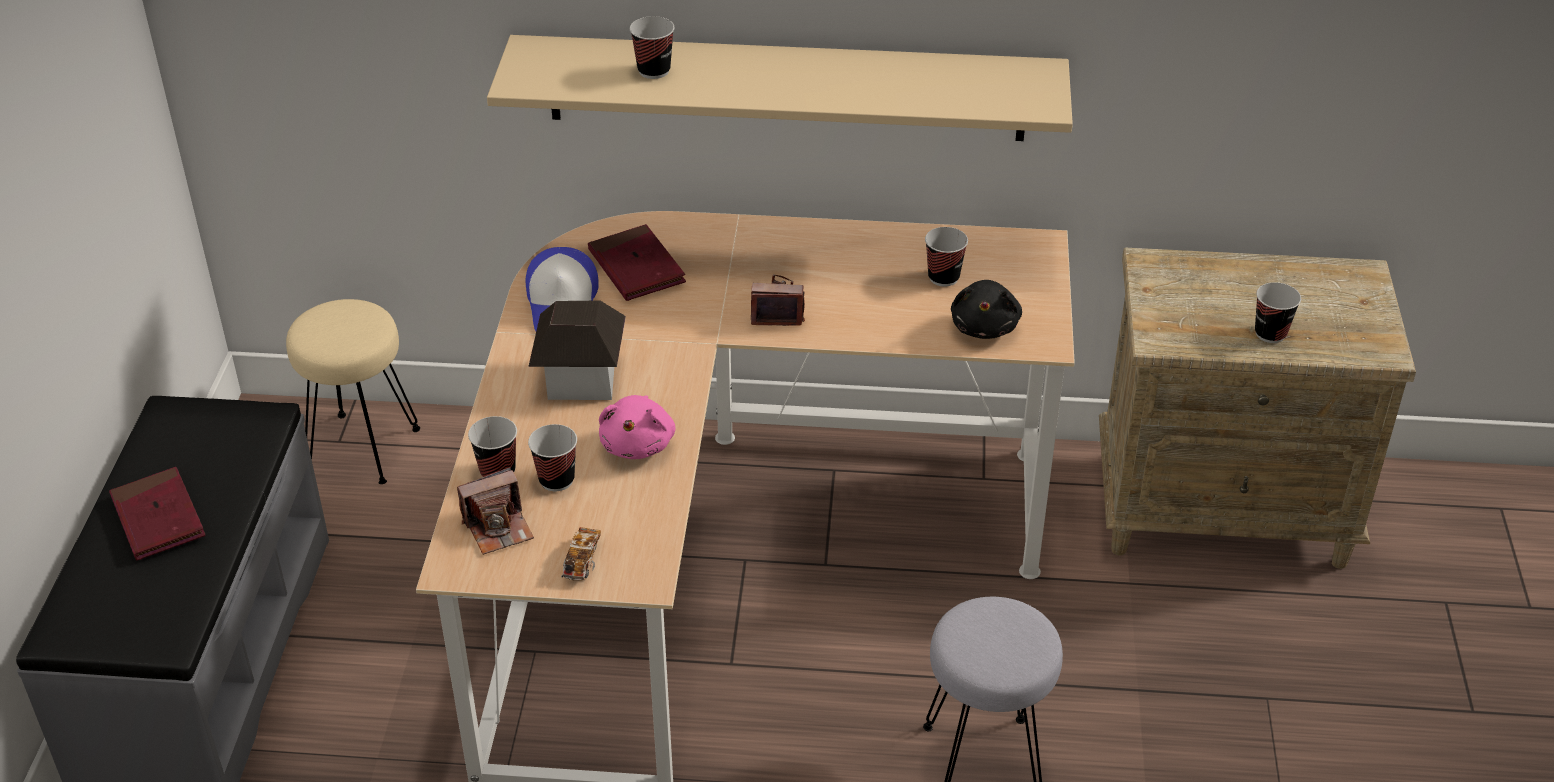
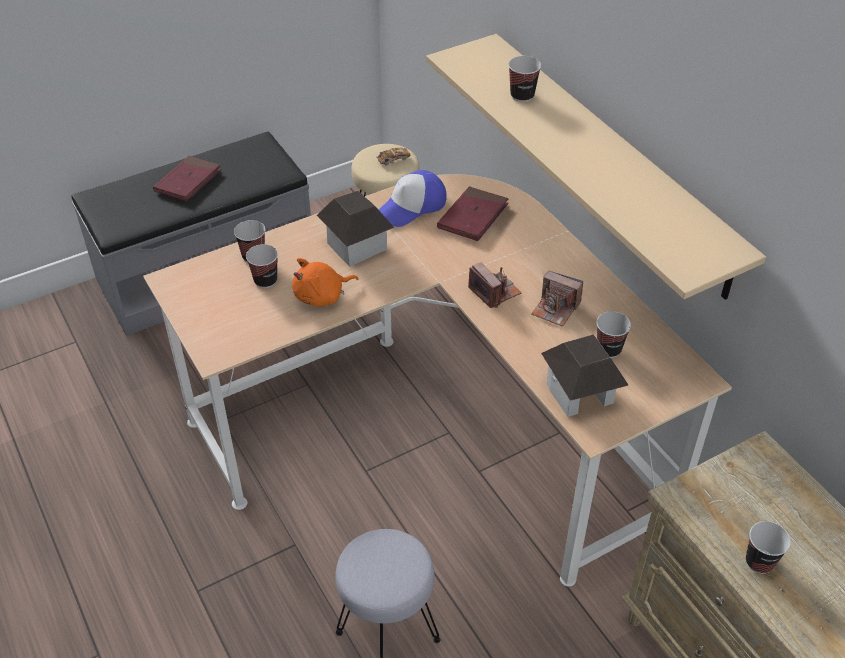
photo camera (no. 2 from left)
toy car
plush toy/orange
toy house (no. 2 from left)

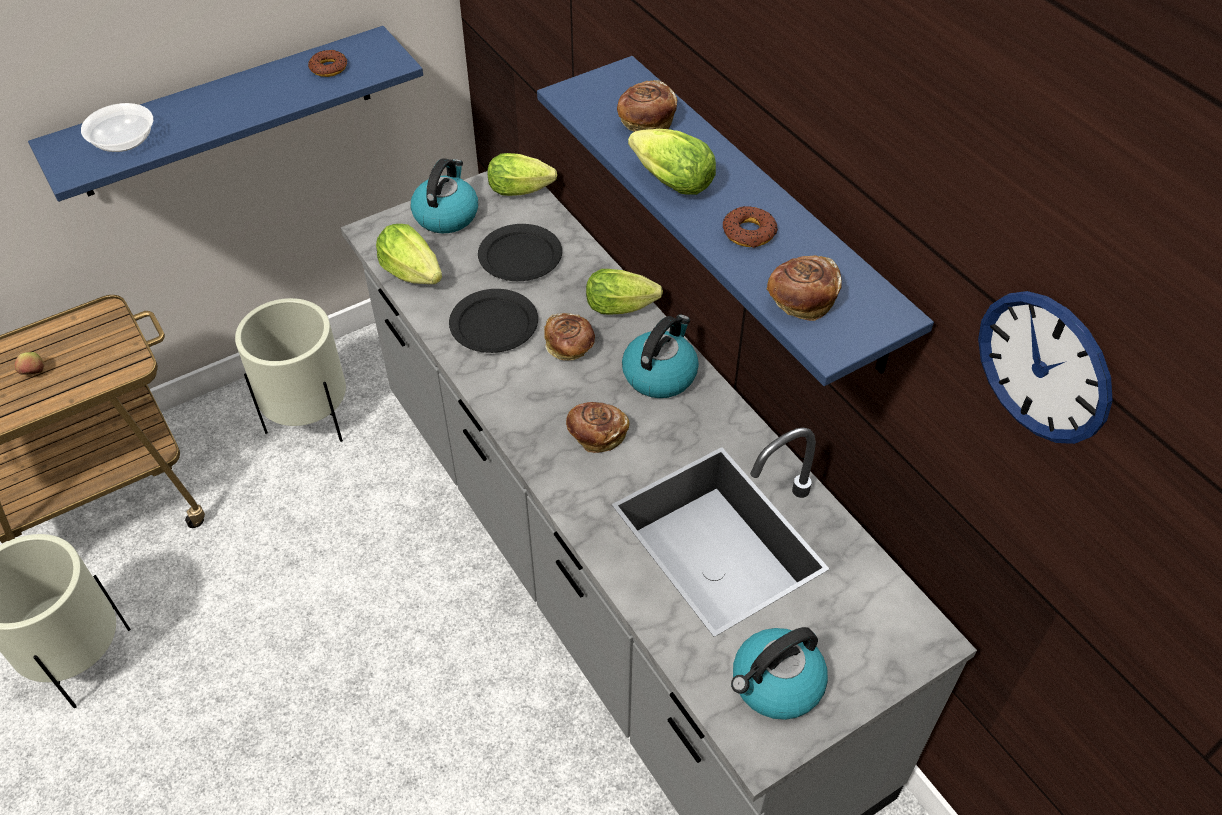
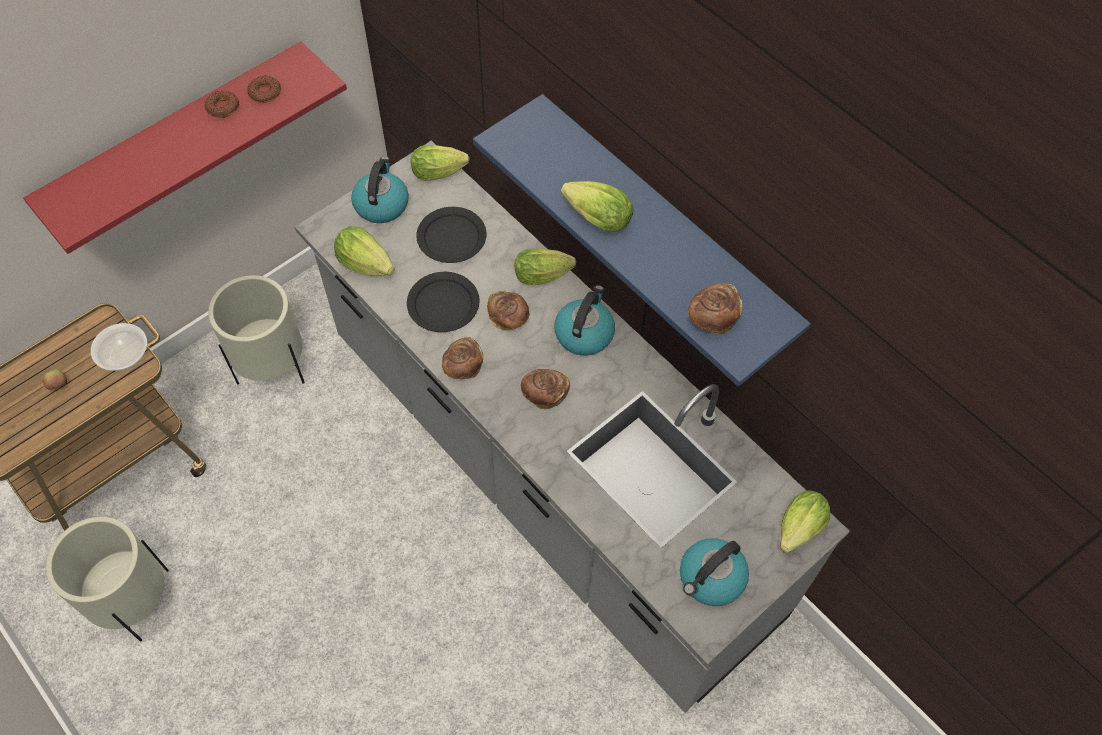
shelf/red
bowl
bread (no. 1 from left)
donut (no. 1 from left)
wall clock
lettuce (no. 5 from left)

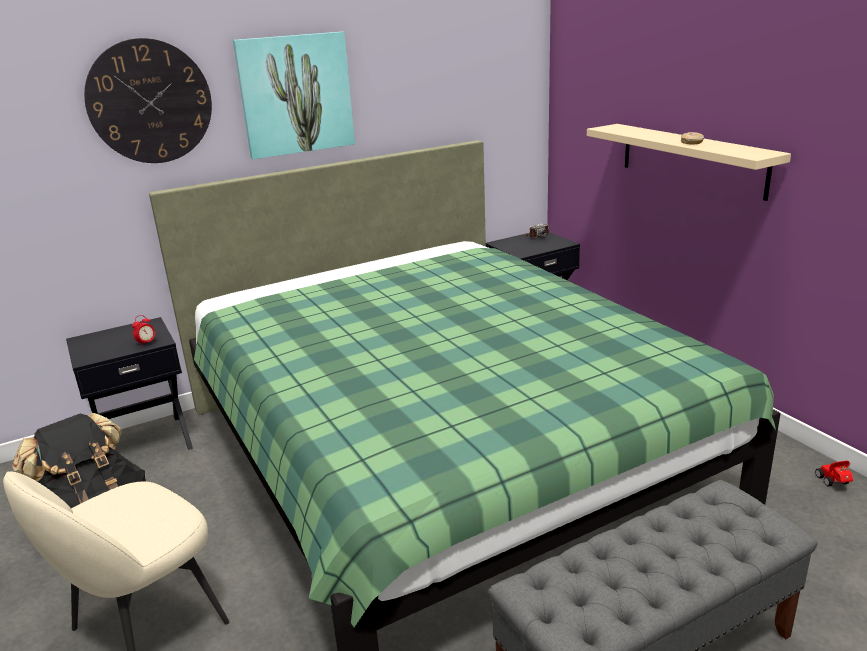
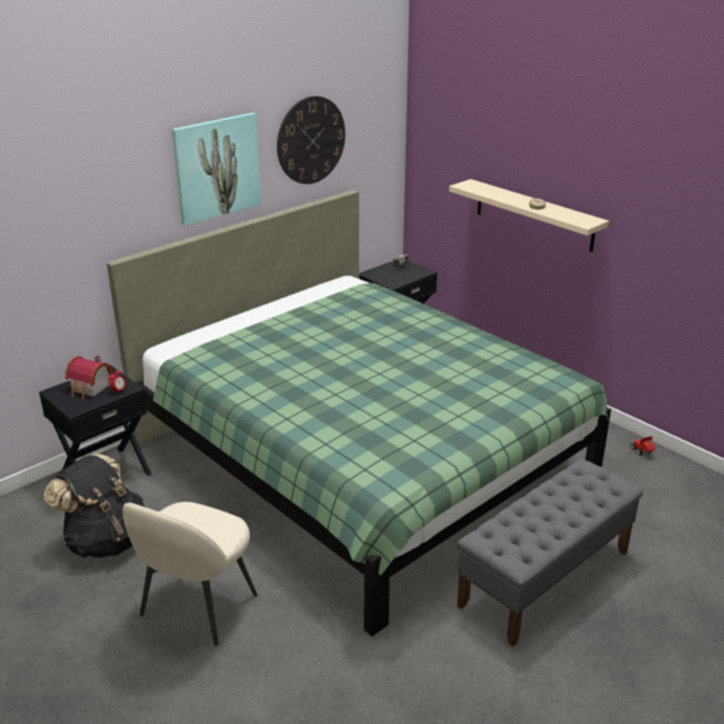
wall clock
toy house

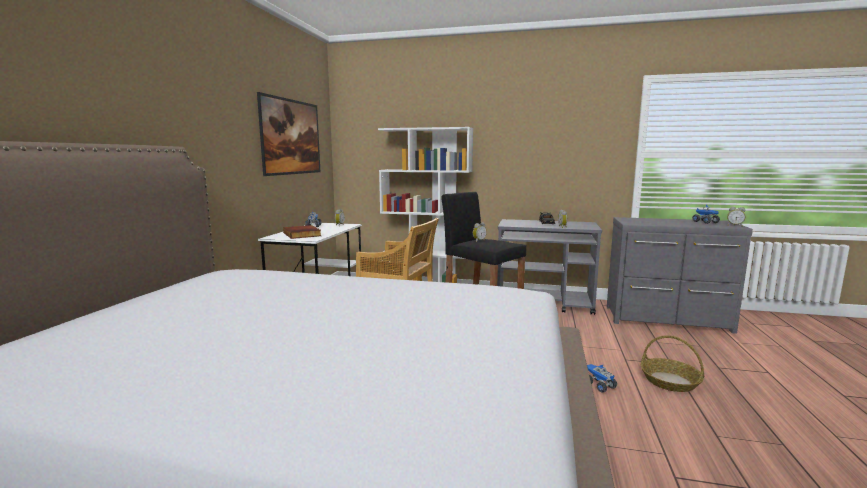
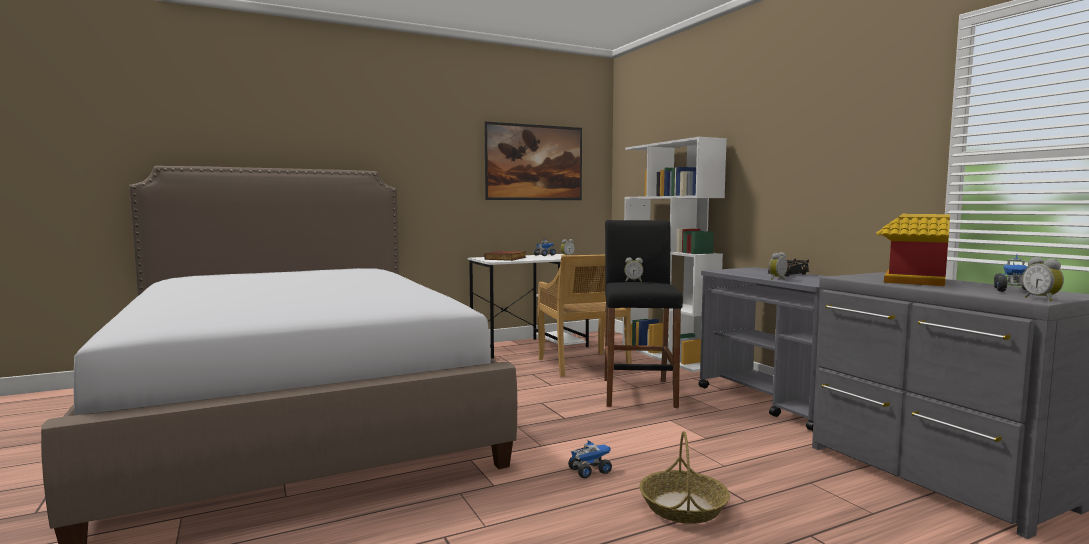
toy truck (no. 2 from left)
toy house

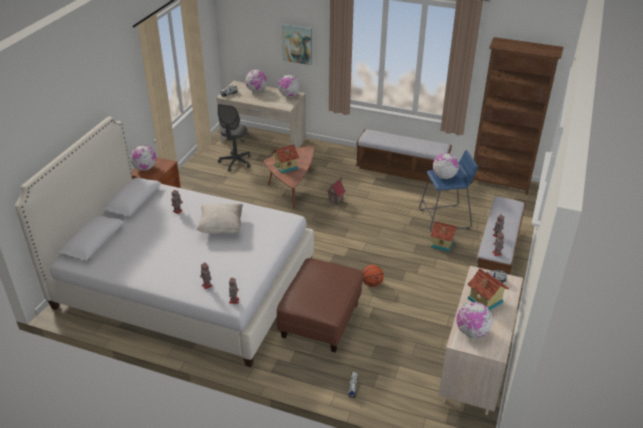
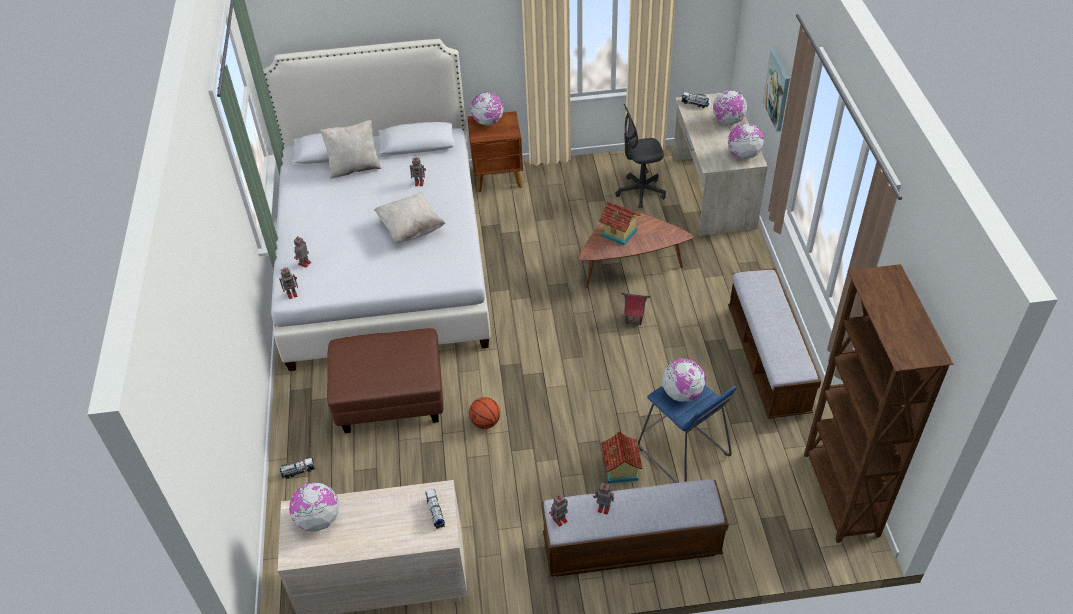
toy house (no. 4 from left in the first image)
pillow/beige (no. 1 from left)

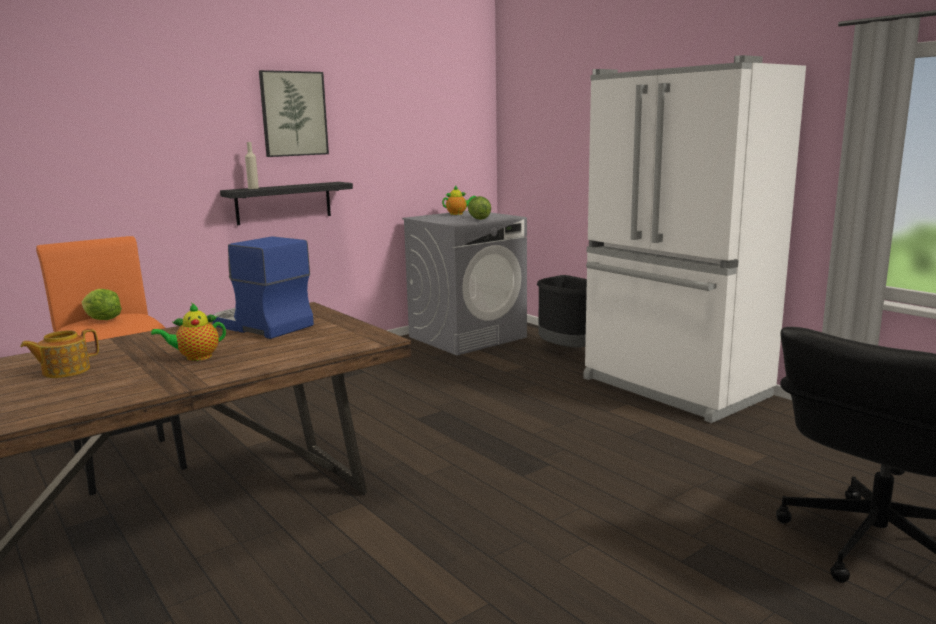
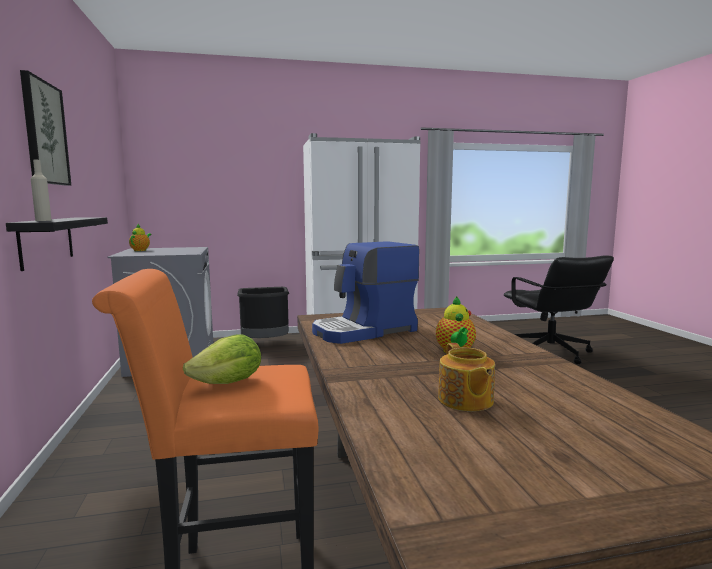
lettuce (no. 2 from left in the first image)

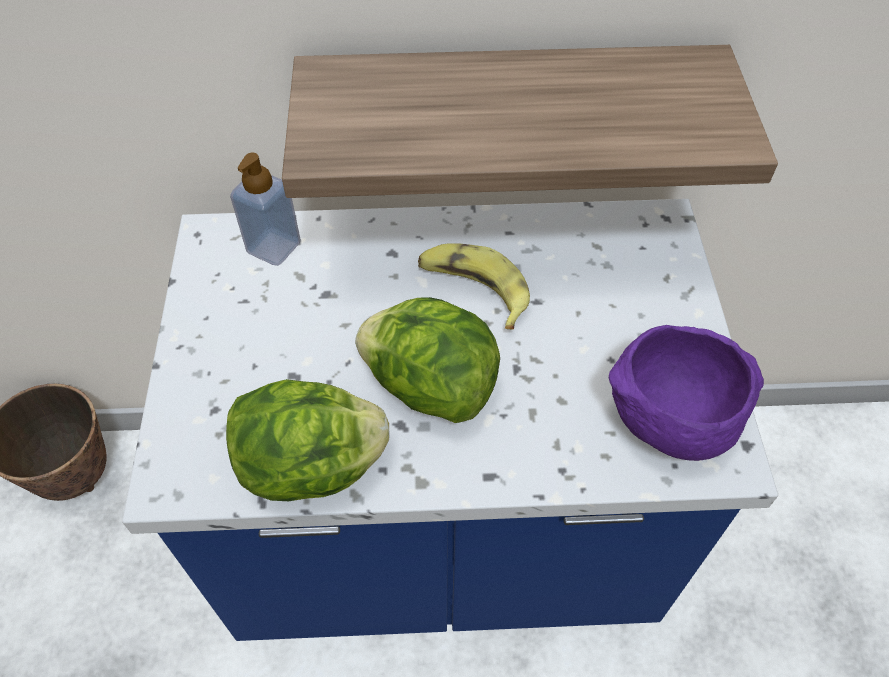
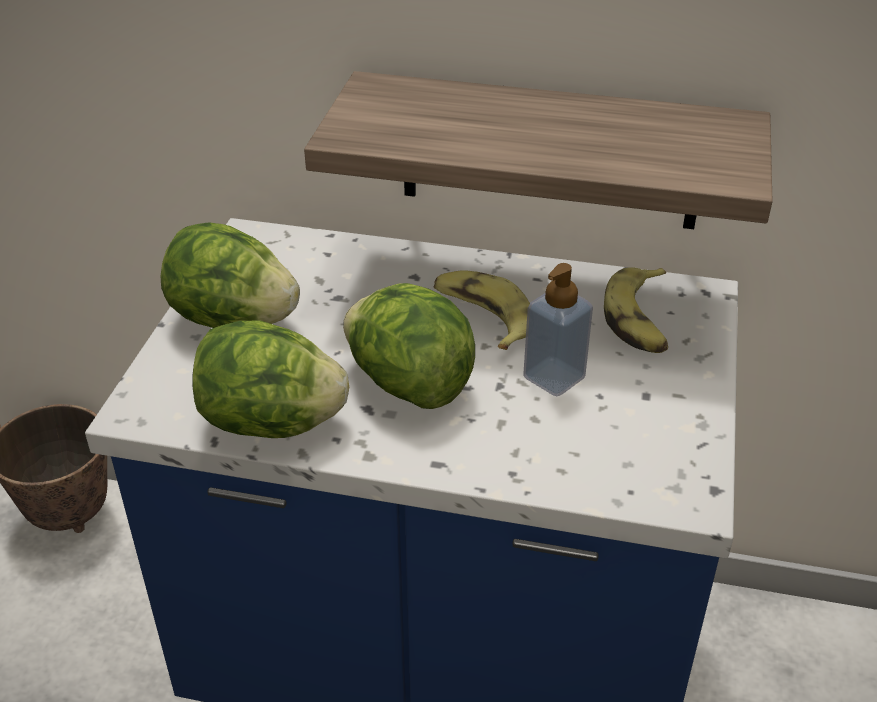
soap dispenser
bowl/purple
lettuce (no. 1 from left)
banana (no. 2 from left)

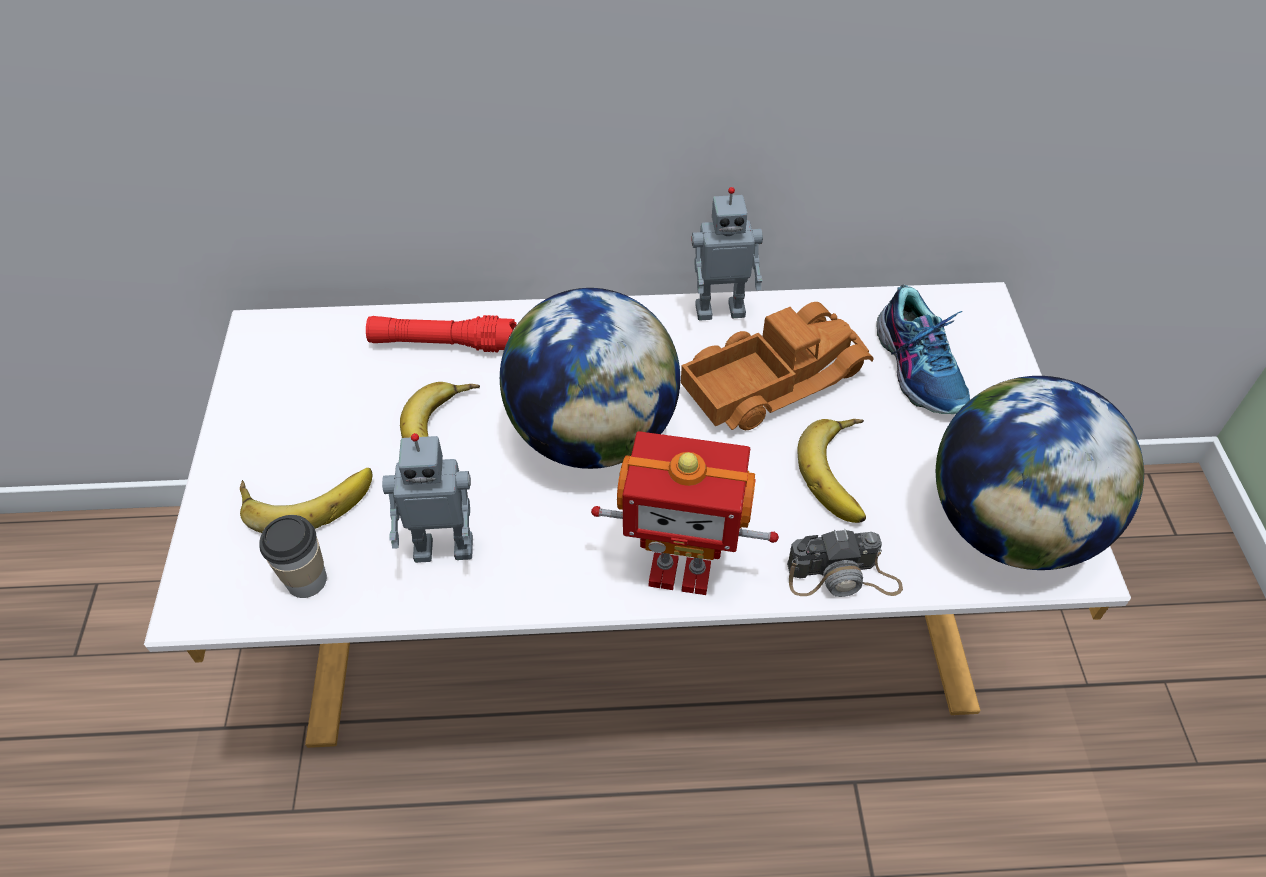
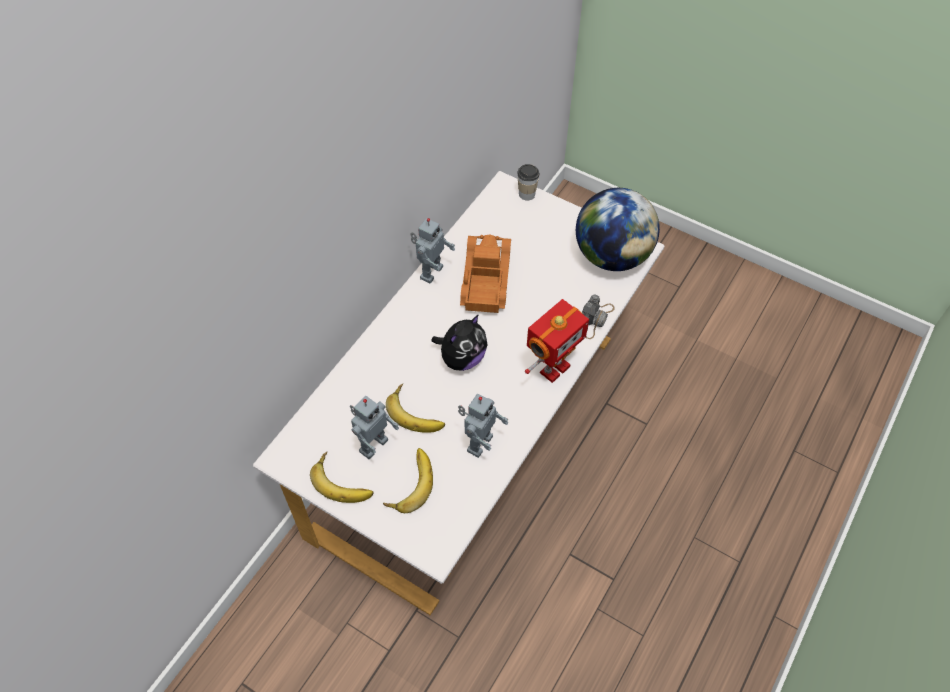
cup
flashlight/red
plush toy
banana (no. 1 from left)
shoe
toy robot (no. 1 from left)

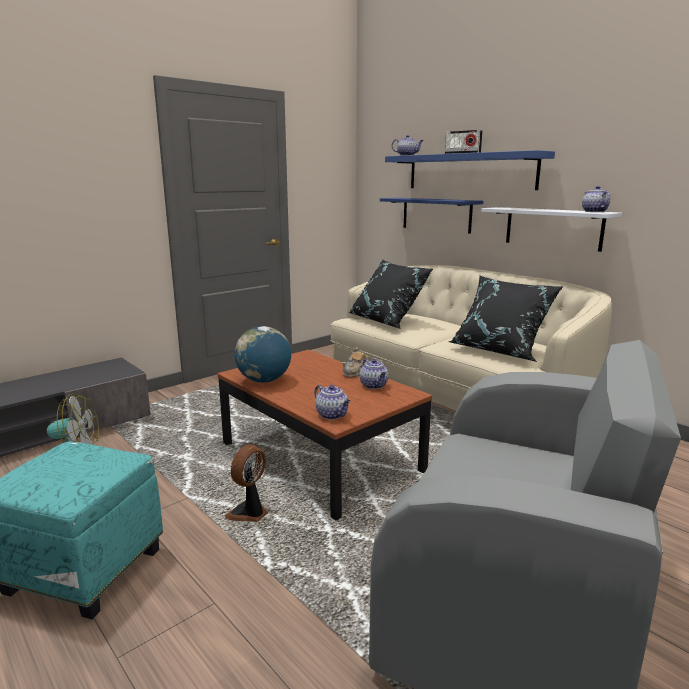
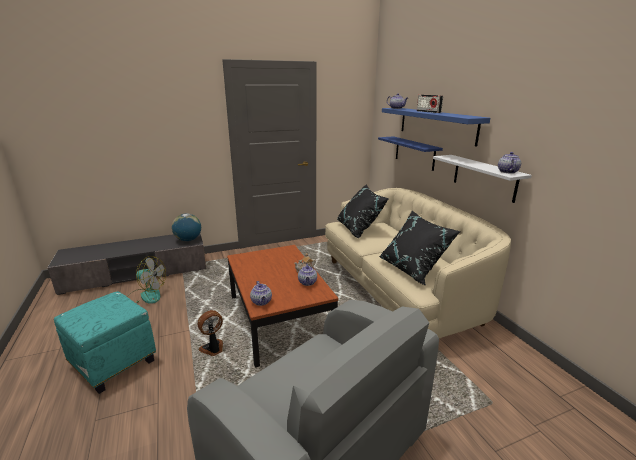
globe

